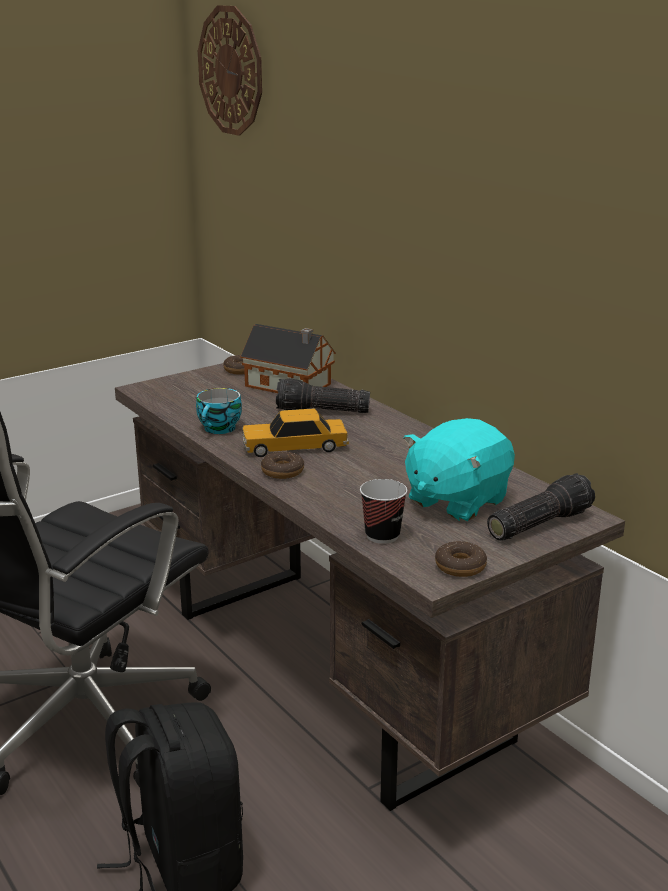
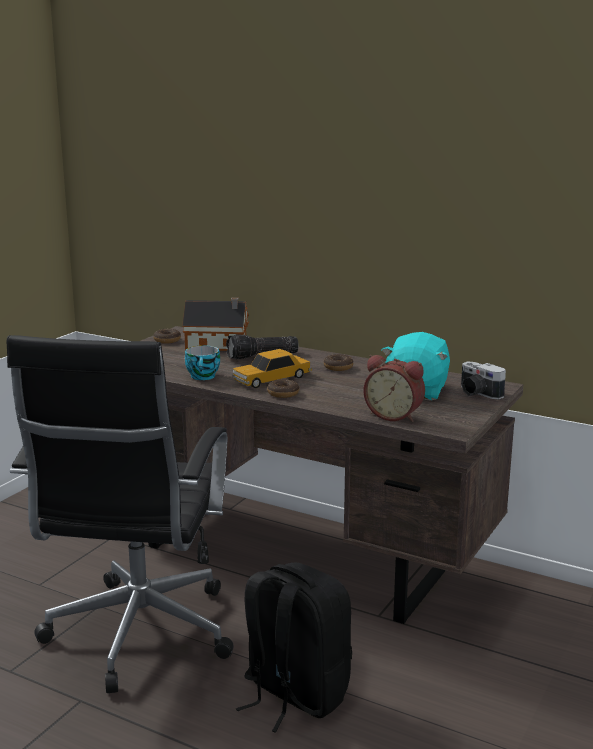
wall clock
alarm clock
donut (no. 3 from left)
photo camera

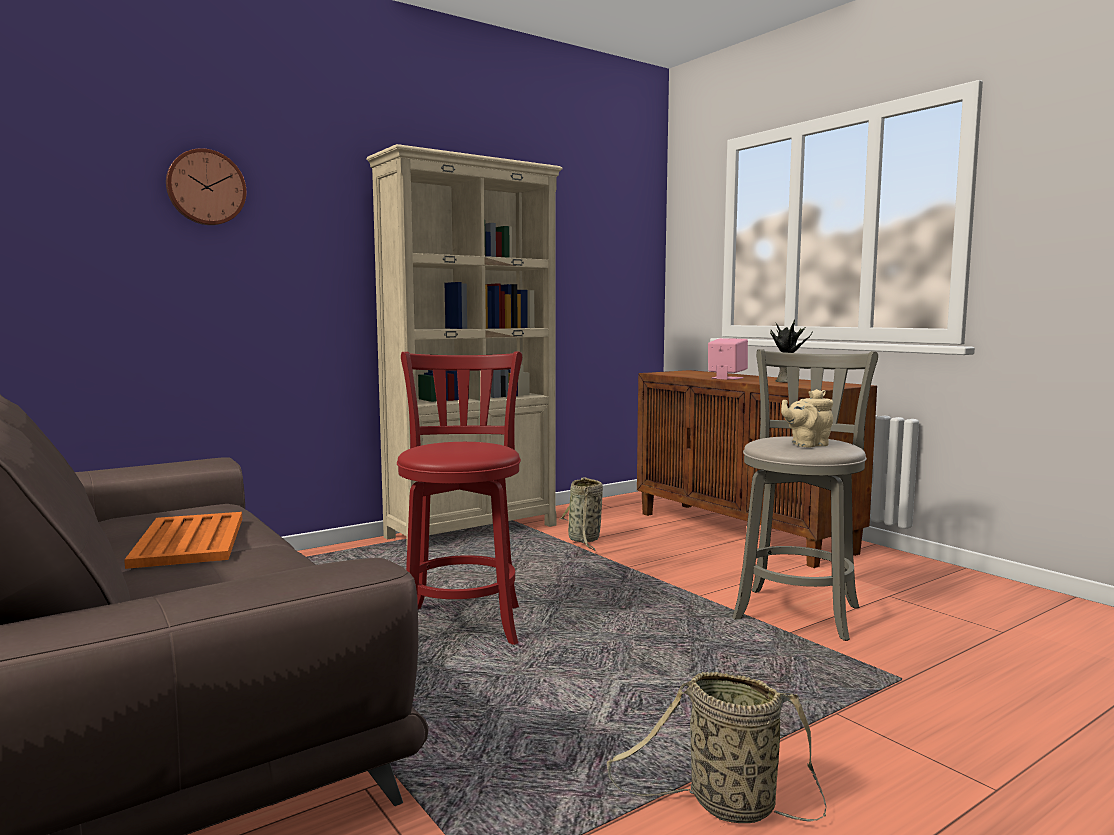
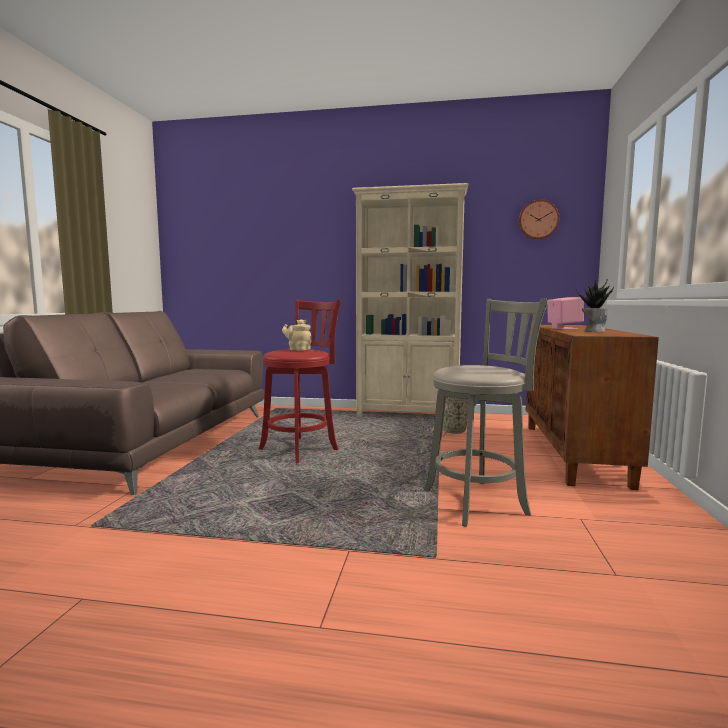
tray/orange
wall clock
basket (no. 2 from left in the first image)
teapot/beige

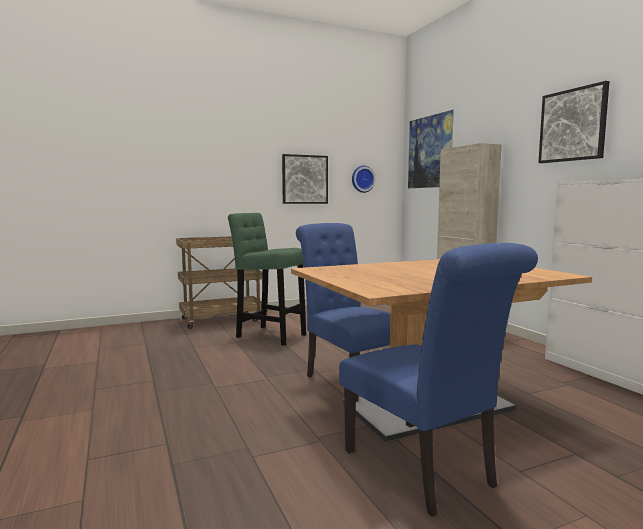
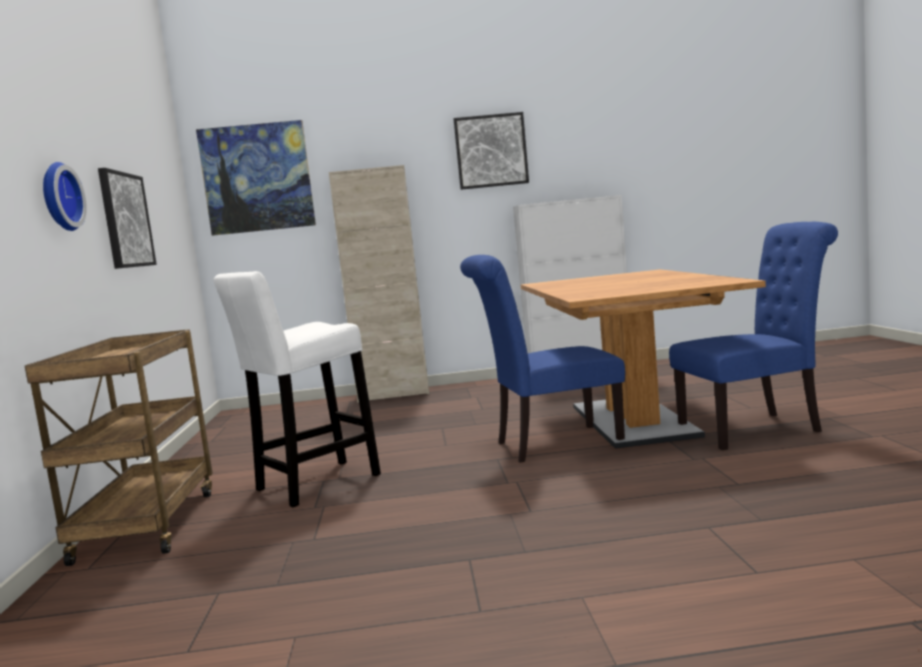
stool/white
wall clock

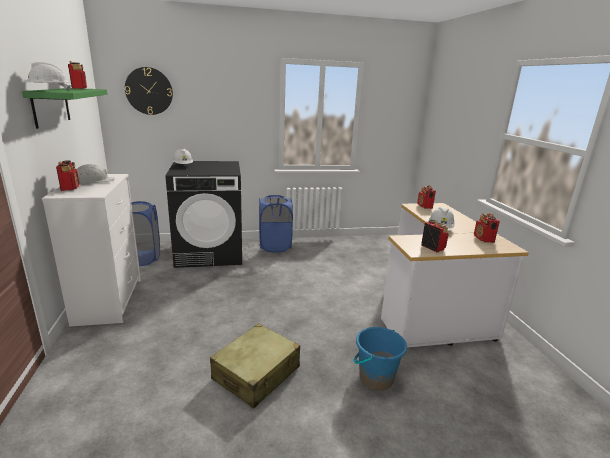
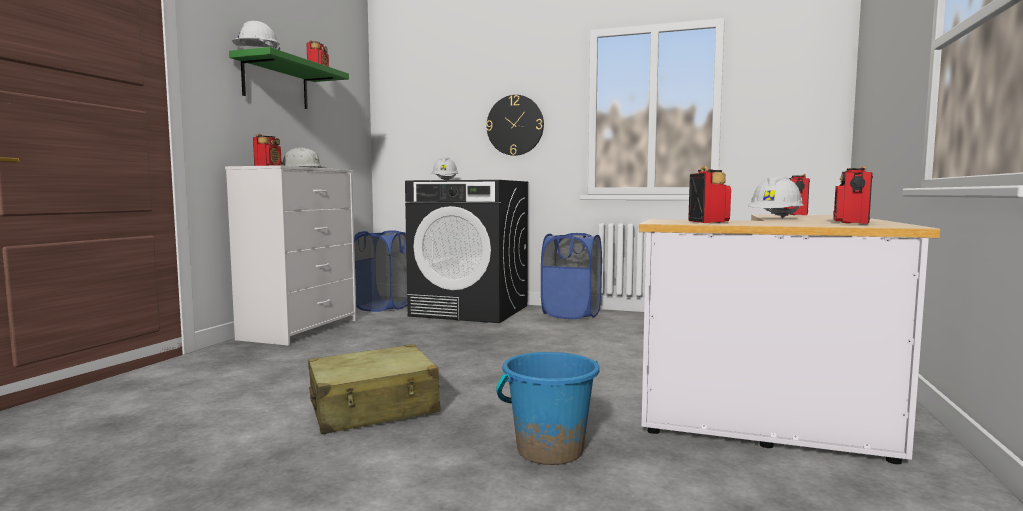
wall clock

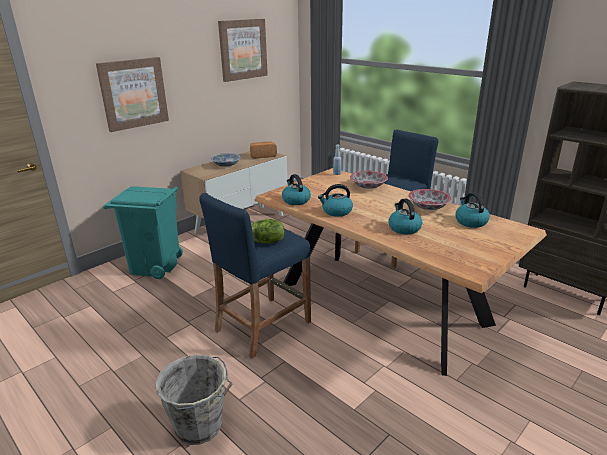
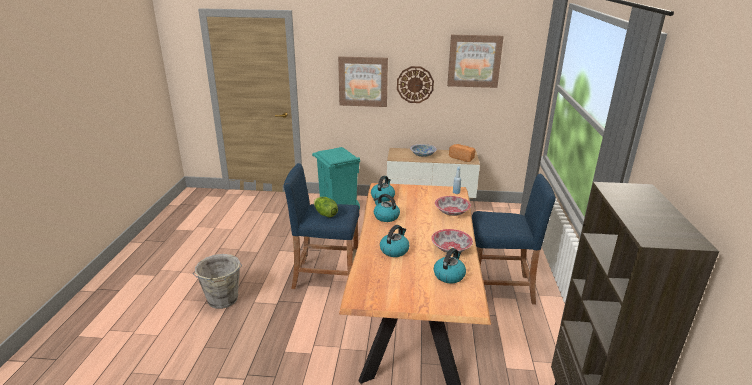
wall clock

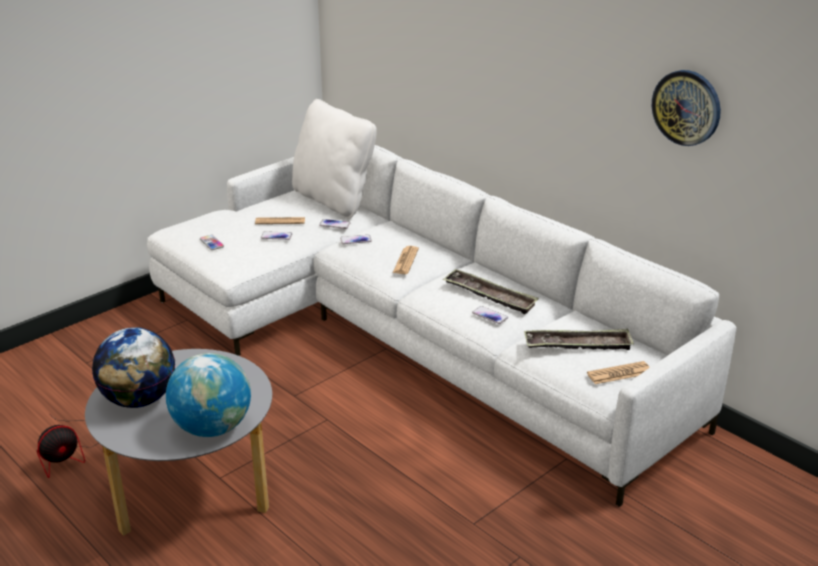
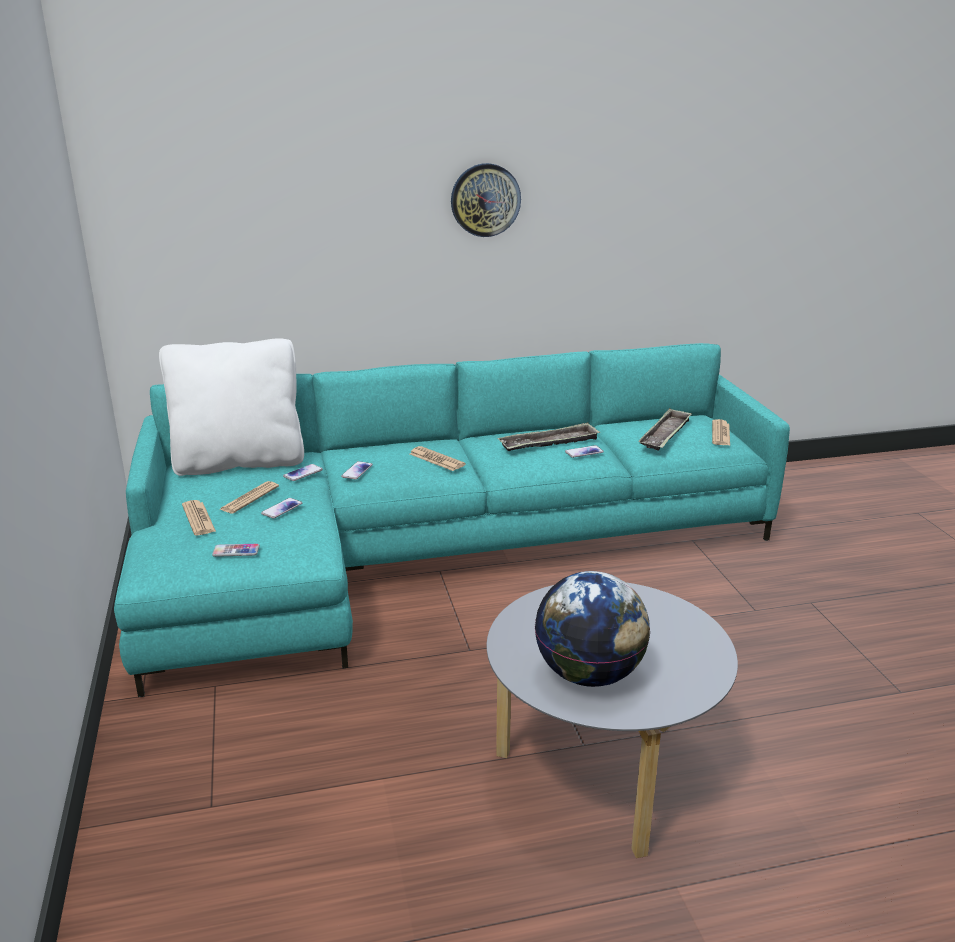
fan
sofa/turquoise
globe (no. 2 from left in the first image)
wall clock
newspaper (no. 1 from left)

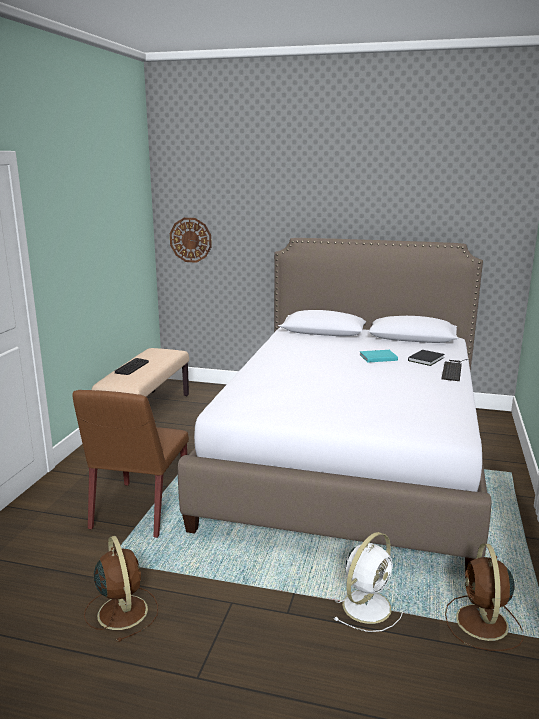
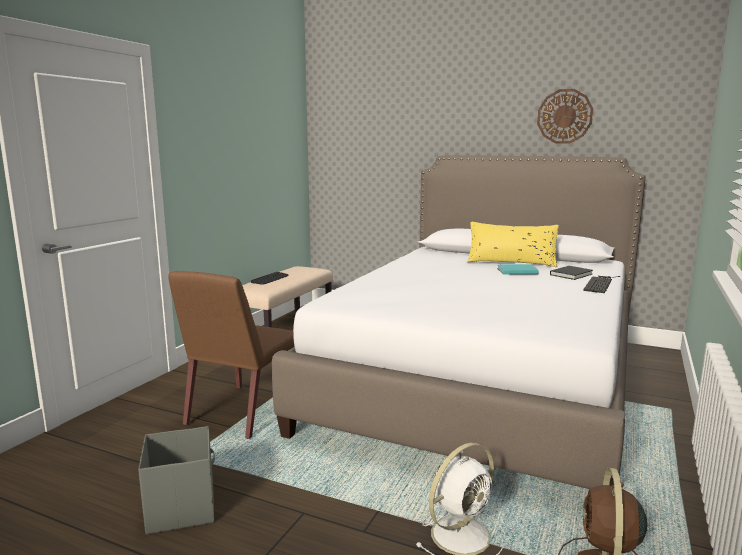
storage box/grey
wall clock
pillow/yellow

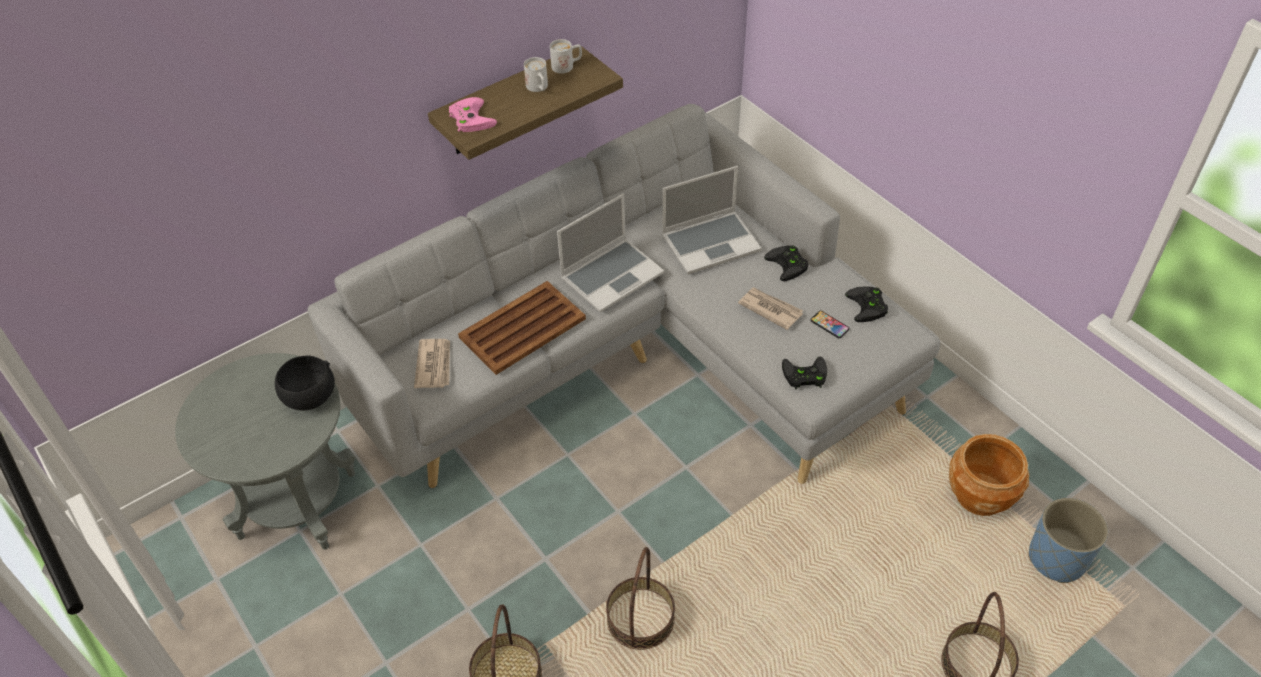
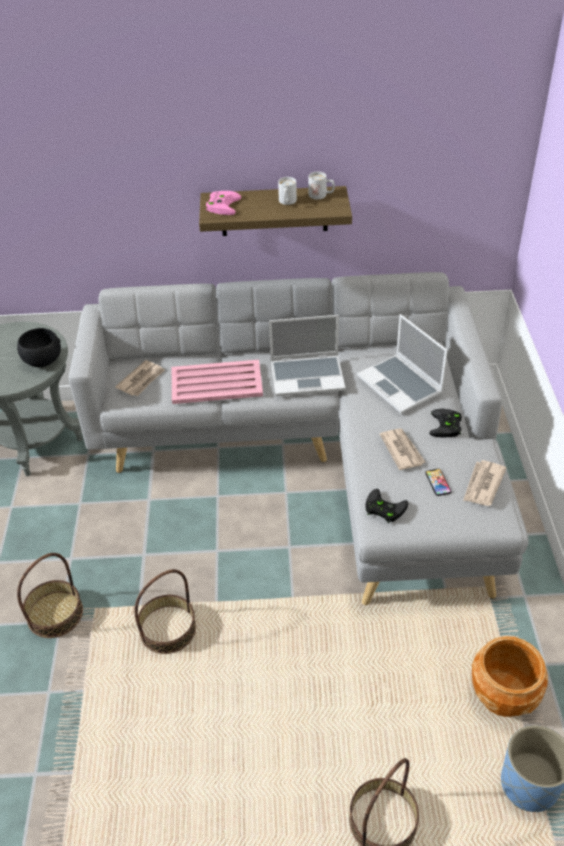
tray/pink
laptop (no. 2 from left)
newspaper (no. 3 from left)

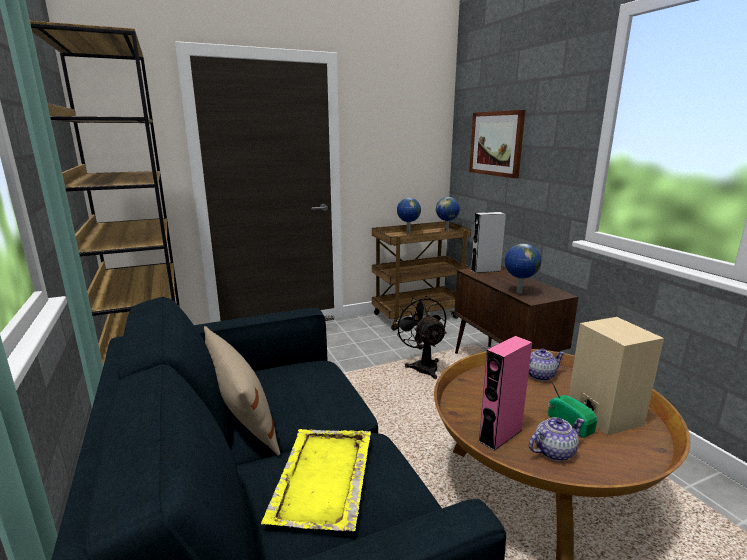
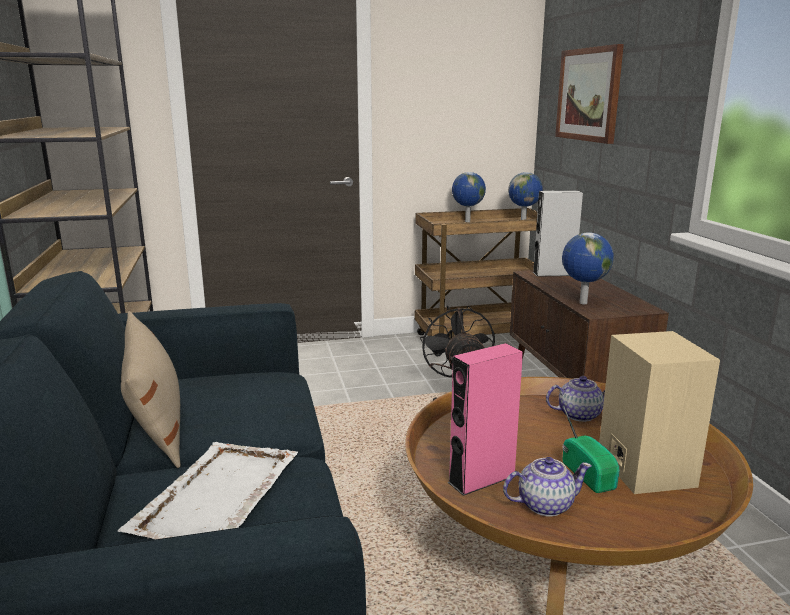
tray/white

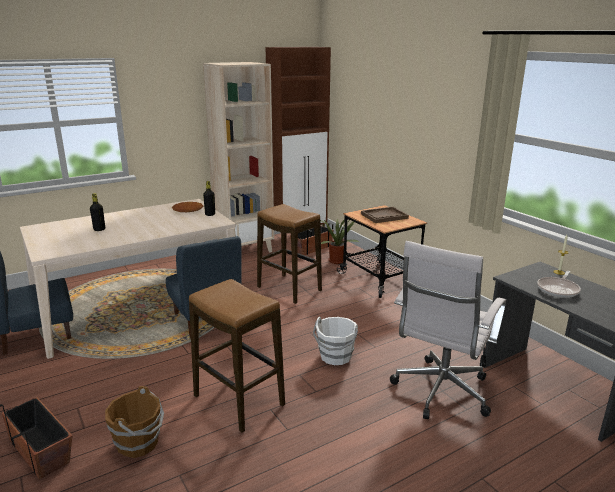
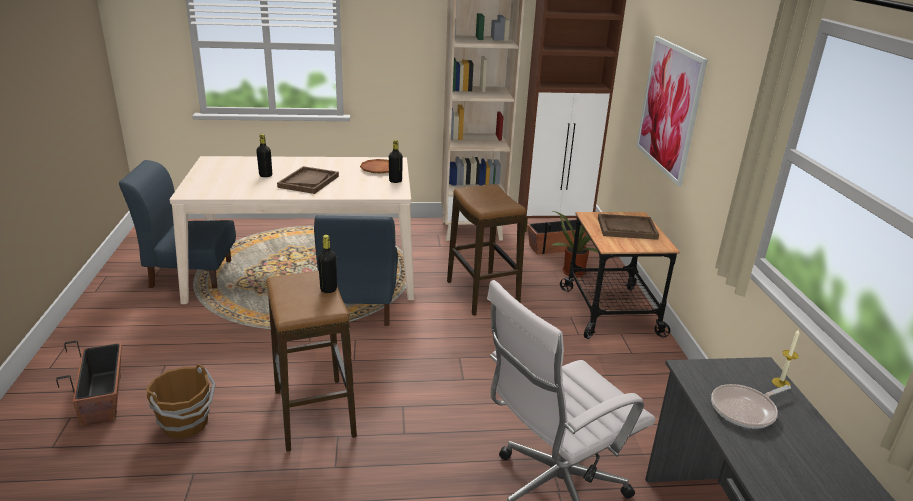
bucket/white
tray/brown (no. 1 from left)
bottle/black (no. 2 from left)
picture

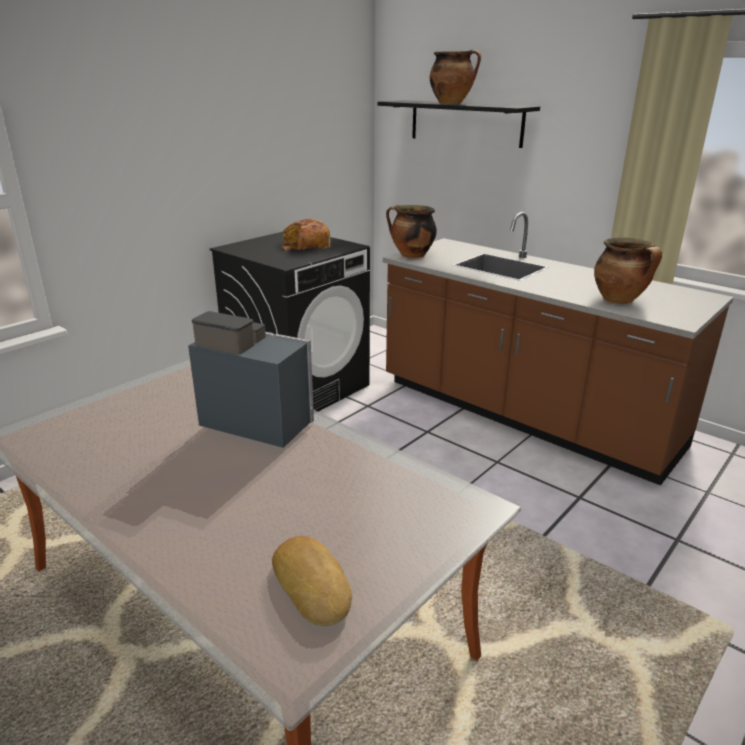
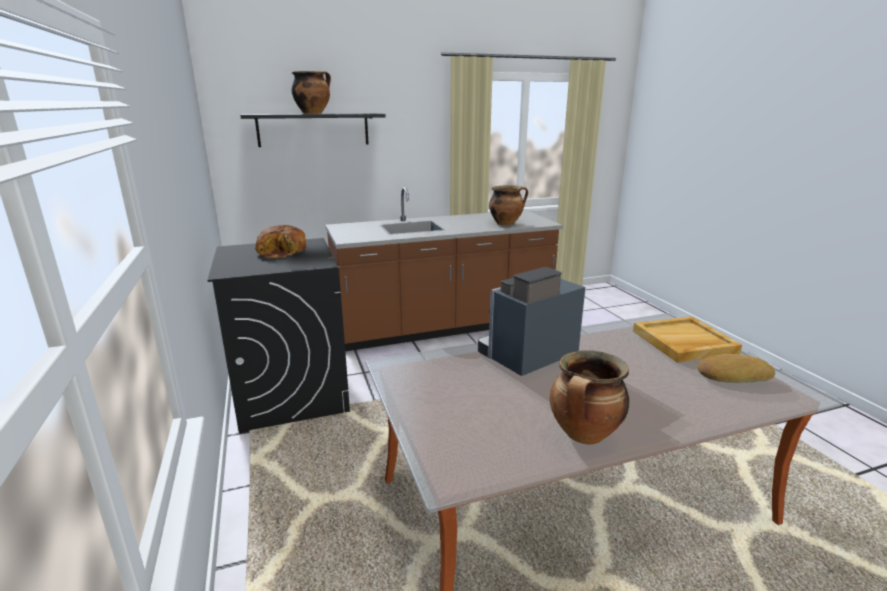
cooking pot (no. 3 from left)
tray/beige

